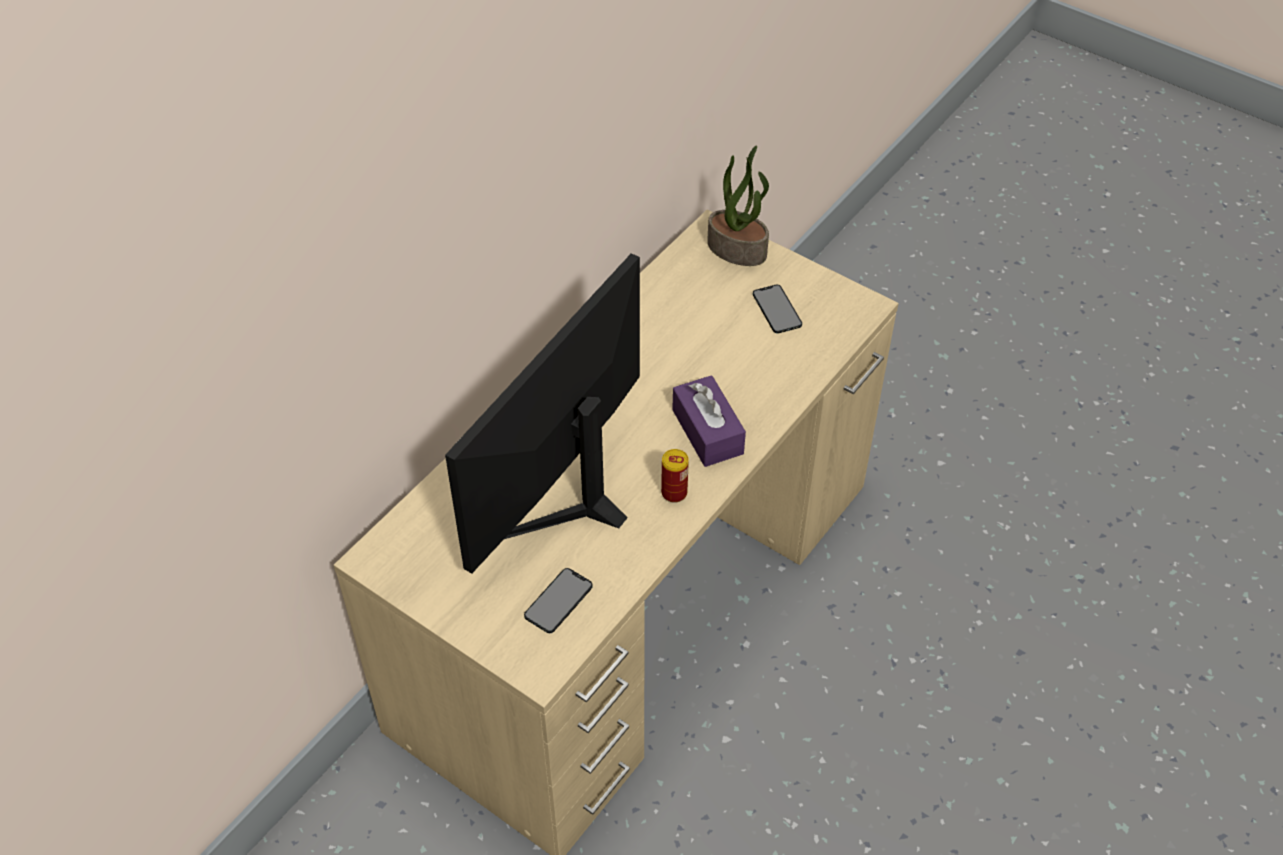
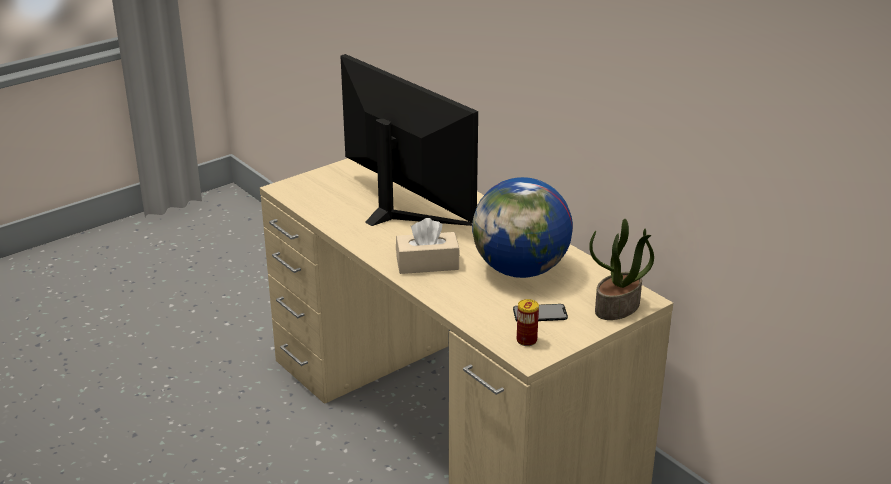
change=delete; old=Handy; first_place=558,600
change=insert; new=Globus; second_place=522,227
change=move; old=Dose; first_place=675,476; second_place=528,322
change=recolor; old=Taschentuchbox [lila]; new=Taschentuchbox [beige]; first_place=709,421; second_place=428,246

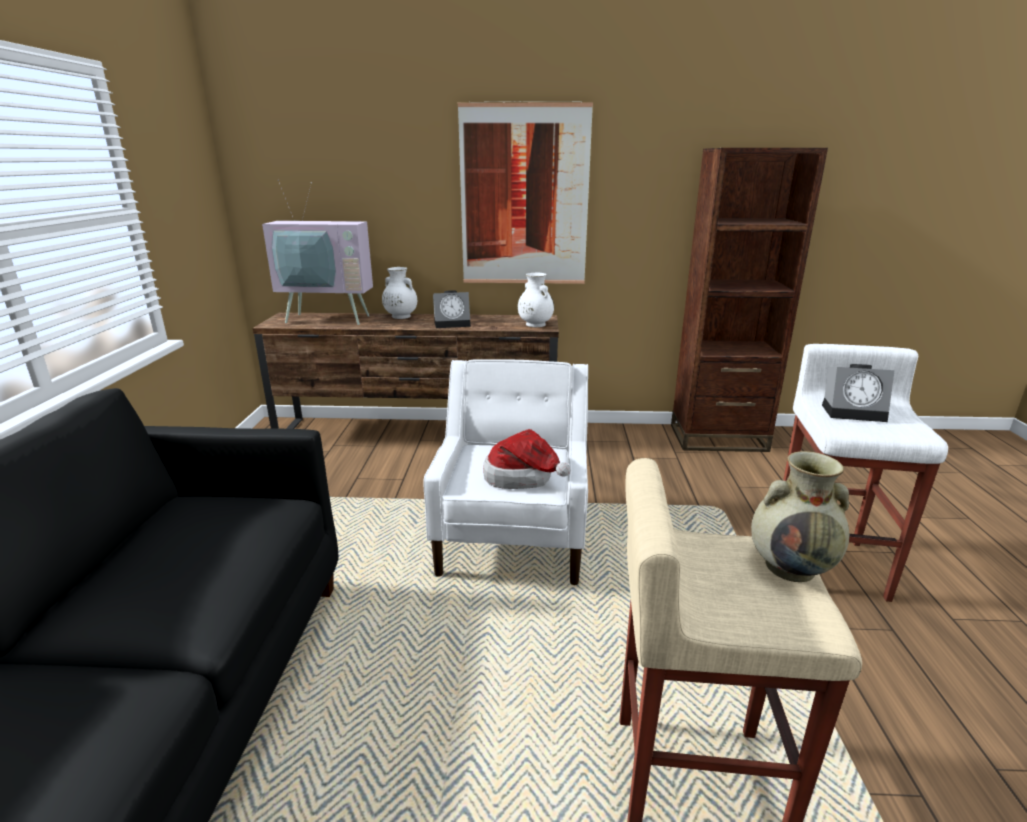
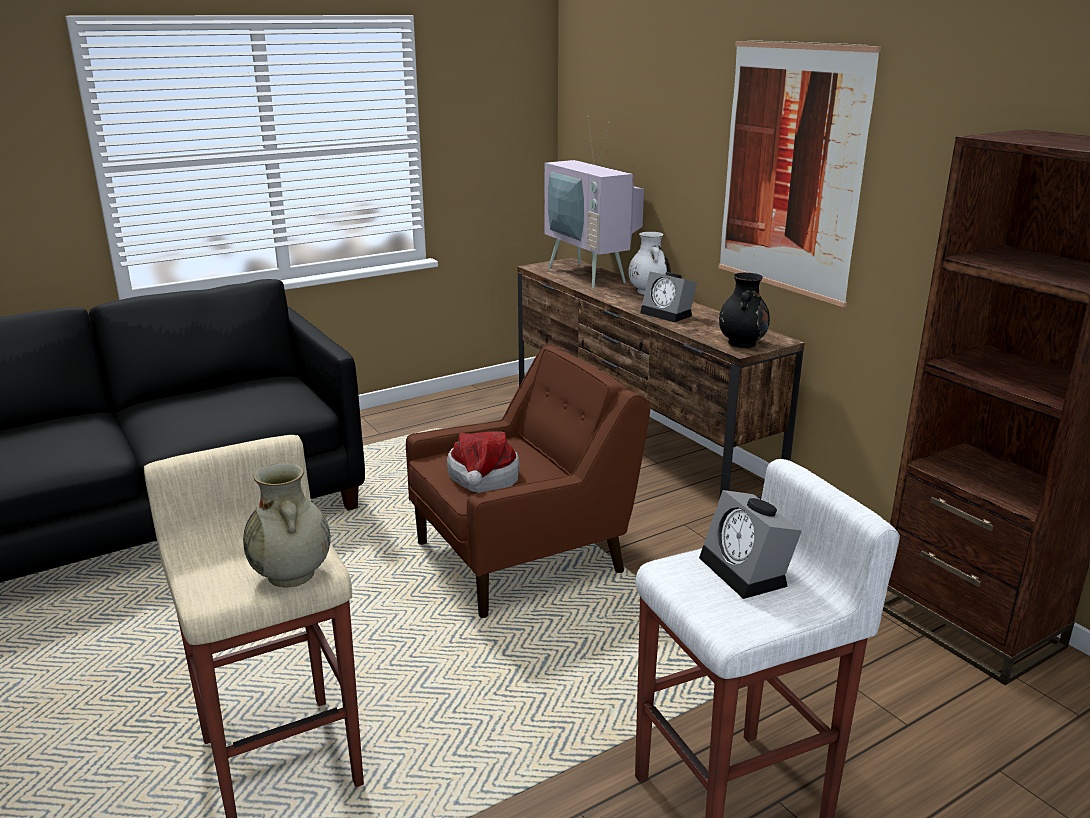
change=recolor; old=Sessel [weiß]; new=Sessel [braun]; first_place=505,472; second_place=528,481
change=recolor; old=Vase [weiß]; new=Vase [schwarz]; first_place=536,300; second_place=744,310

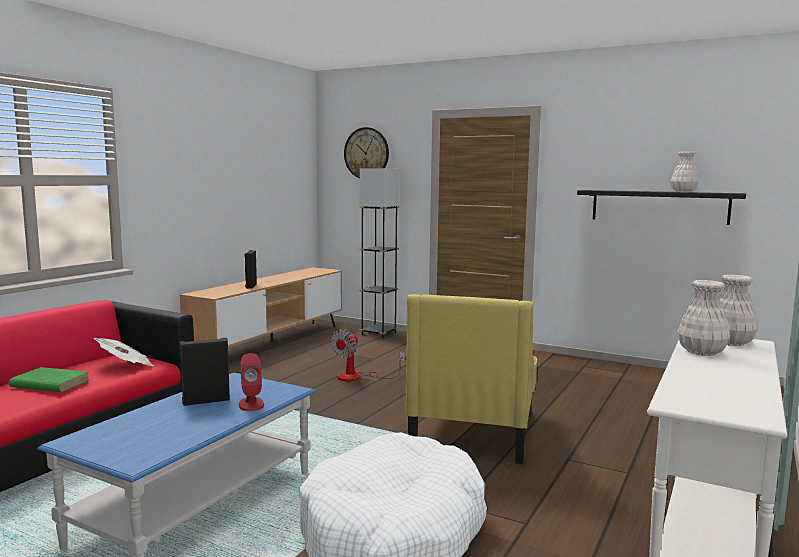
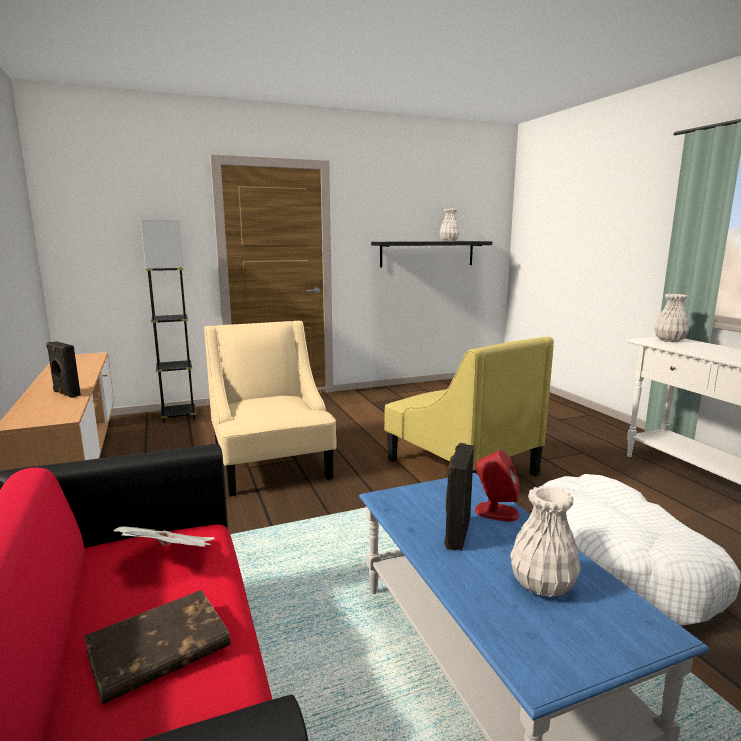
change=delete; old=Wanduhr; first_place=366,152
change=move; old=Vase [weiß]; first_place=703,318; second_place=545,541
change=replace; old=Ventilator; new=Sessel [beige]; first_place=368,355; second_place=270,408
change=recolor; old=Buch [grün]; new=Buch [braun]; first_place=49,379; second_place=157,647

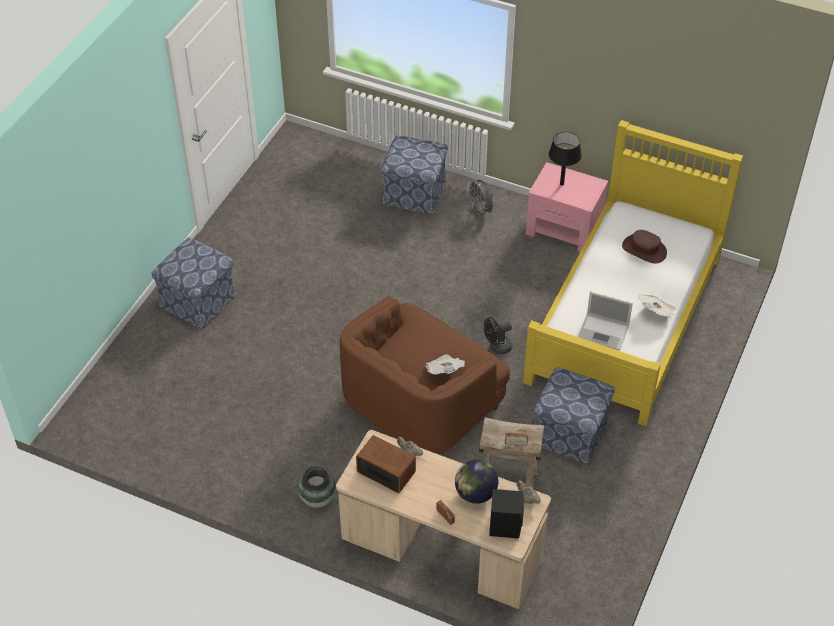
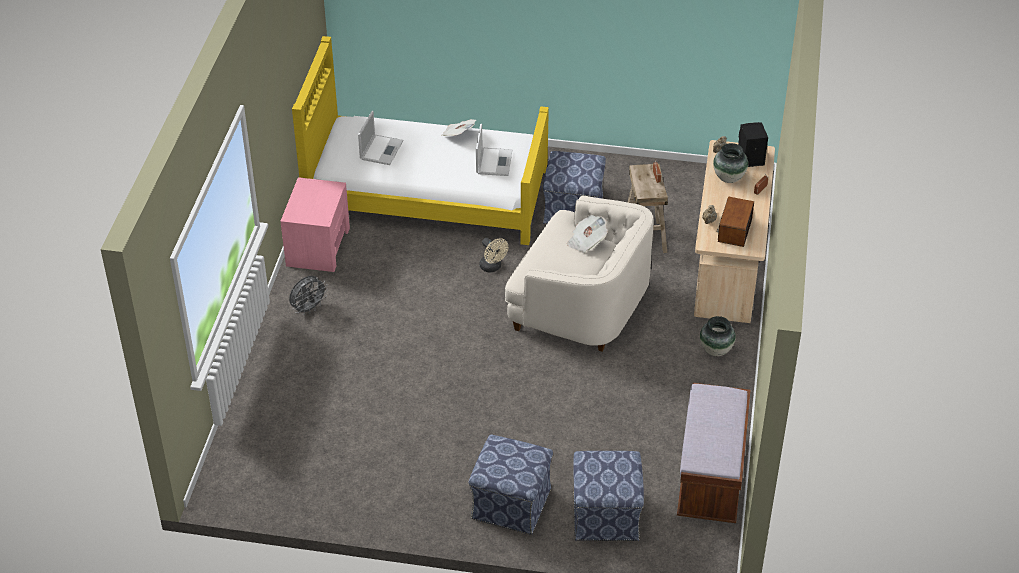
change=delete; old=Tischlampe [schwarz]; first_place=565,159
change=insert; new=Bank [braun]; second_place=713,453
change=move; old=Polsterhocker; first_place=414,175; second_place=608,496
change=replace; old=Globus; new=Vase; first_place=476,482; second_place=730,163
change=replace; old=Hut [braun]; new=Laptop; first_place=644,247; second_place=380,138
change=recolor; old=Sessel [braun]; new=Sessel [weiß]; first_place=425,374; second_place=579,273
change=recolor; old=Ventilator [schwarz]; new=Ventilator [beige]; first_place=498,336; second_place=493,255

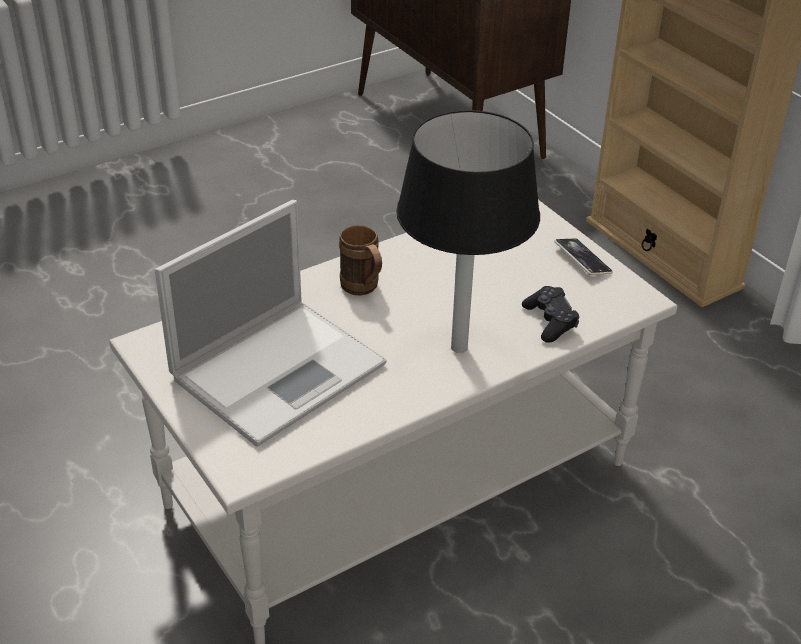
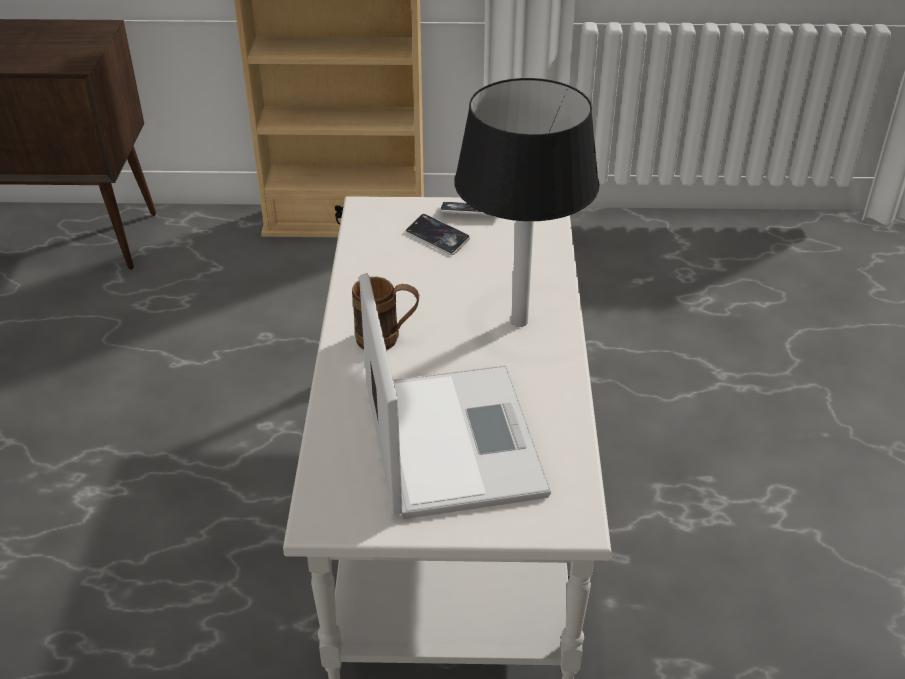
change=delete; old=Gamepad [schwarz]; first_place=551,314
change=insert; new=Handy; second_place=437,234

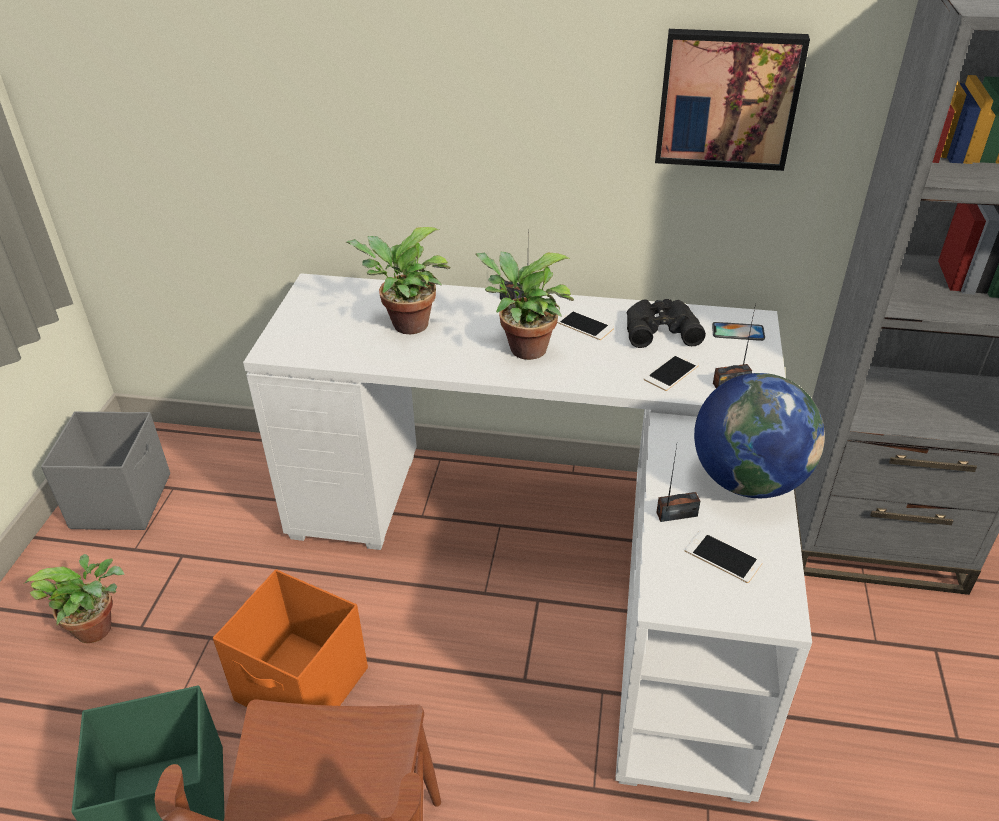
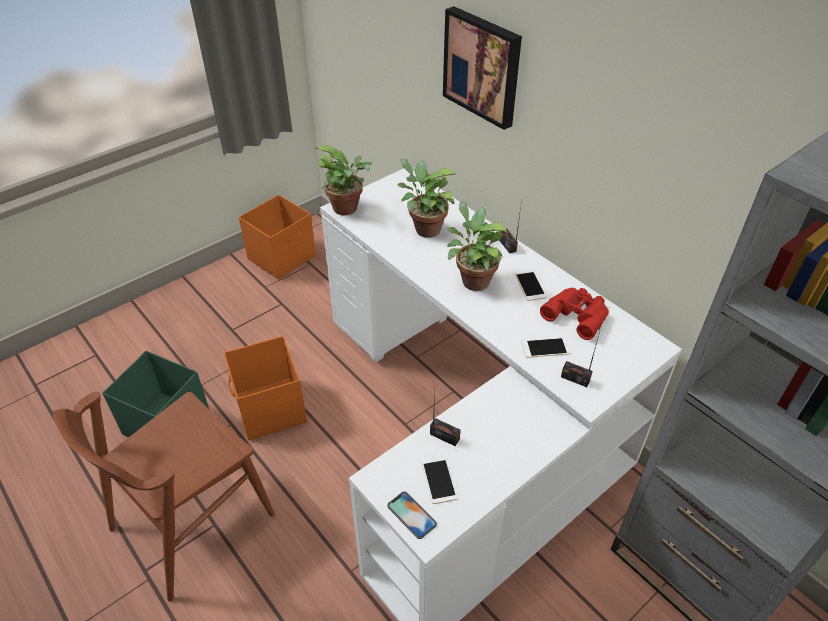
change=delete; old=Globus; first_place=759,435
change=move; old=Topfpflanze; first_place=75,598; second_place=344,180
change=move; old=Bild; first_place=732,100; second_place=482,68
change=move; old=Handy; first_place=738,331; second_place=412,515
change=recolor; old=Aufbewahrungsbox [grau]; new=Aufbewahrungsbox [orange]; first_place=105,470; second_place=277,237
change=recolor; old=Fernglas [schwarz]; new=Fernglas [rot]; first_place=666,323; second_place=574,314

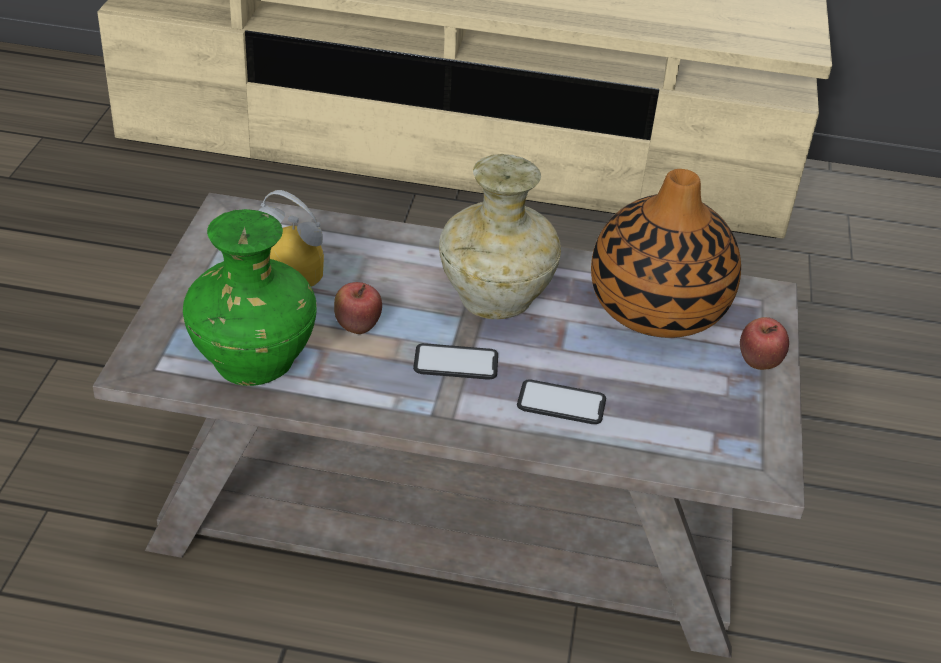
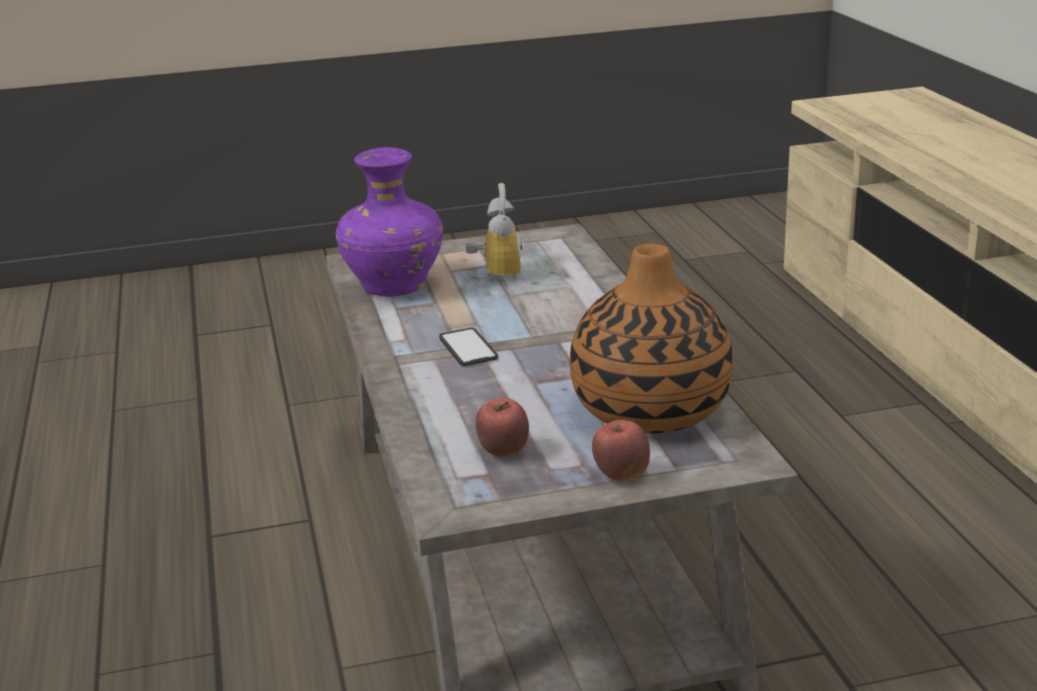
change=delete; old=Vase [beige]; first_place=500,236
change=delete; old=Handy; first_place=561,401
change=move; old=Apfel; first_place=358,308; second_place=502,427
change=recolor; old=Vase [grün]; new=Vase [lila]; first_place=250,297; second_place=389,222

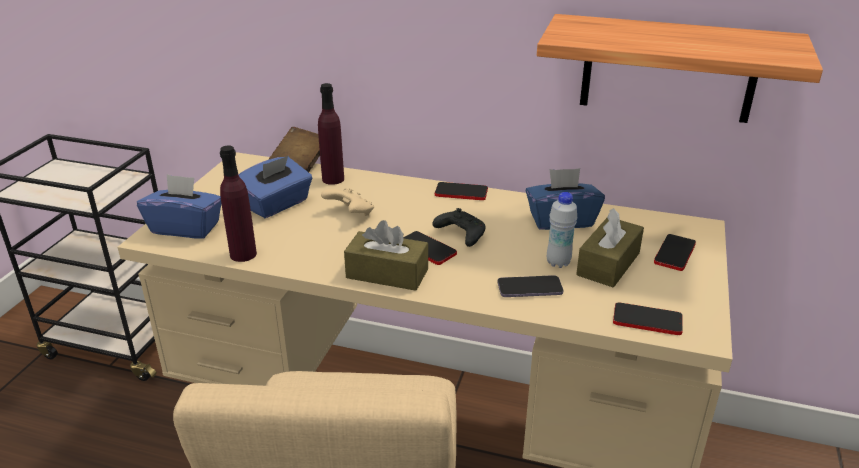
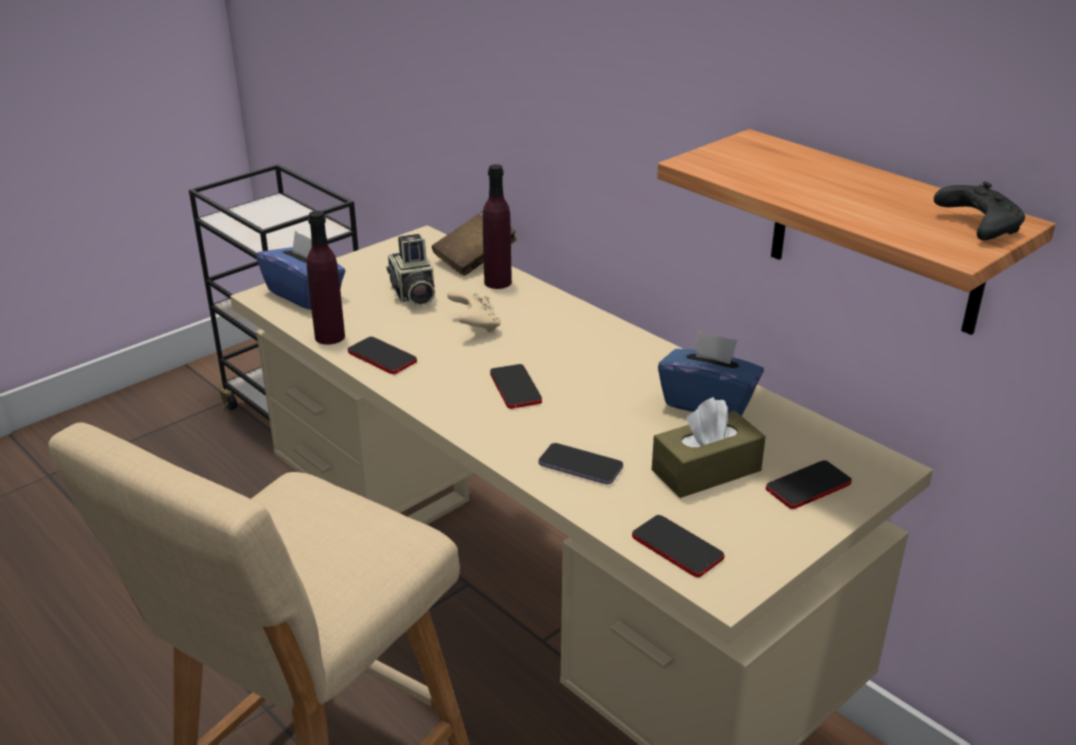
change=delete; old=Taschentuchbox [braun]; first_place=386,255
change=delete; old=Flasche [weiß]; first_place=562,230
change=move; old=Gamepad [schwarz]; first_place=459,227; second_place=979,210
change=move; old=Handy; first_place=461,191; second_place=382,355
change=replace; old=Taschentuchbox [blau]; new=Kamera; first_place=275,187; second_place=411,270

